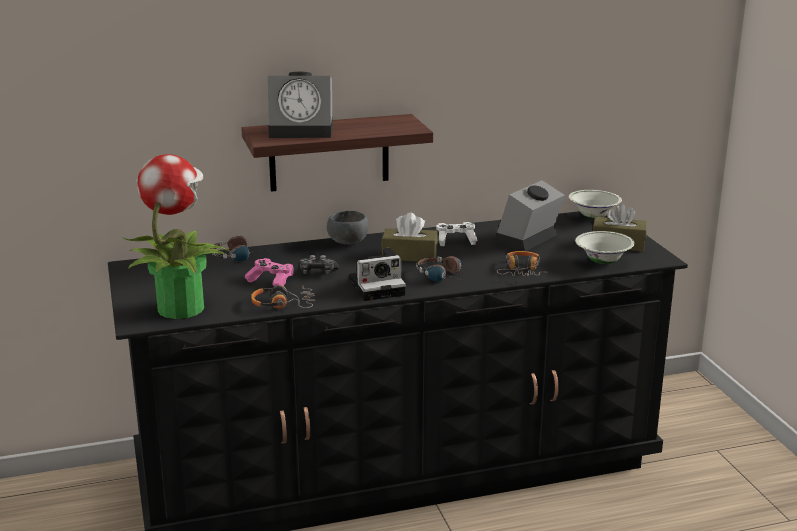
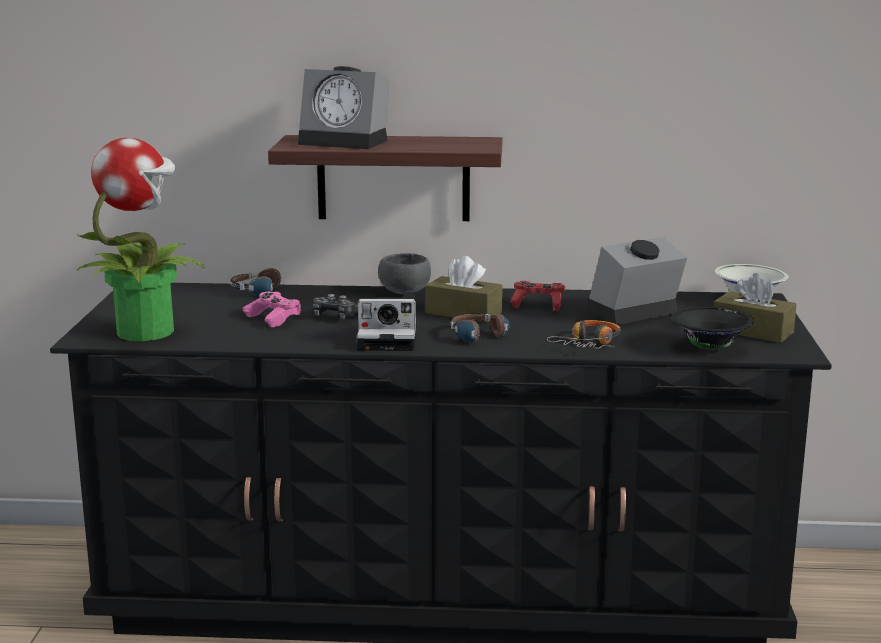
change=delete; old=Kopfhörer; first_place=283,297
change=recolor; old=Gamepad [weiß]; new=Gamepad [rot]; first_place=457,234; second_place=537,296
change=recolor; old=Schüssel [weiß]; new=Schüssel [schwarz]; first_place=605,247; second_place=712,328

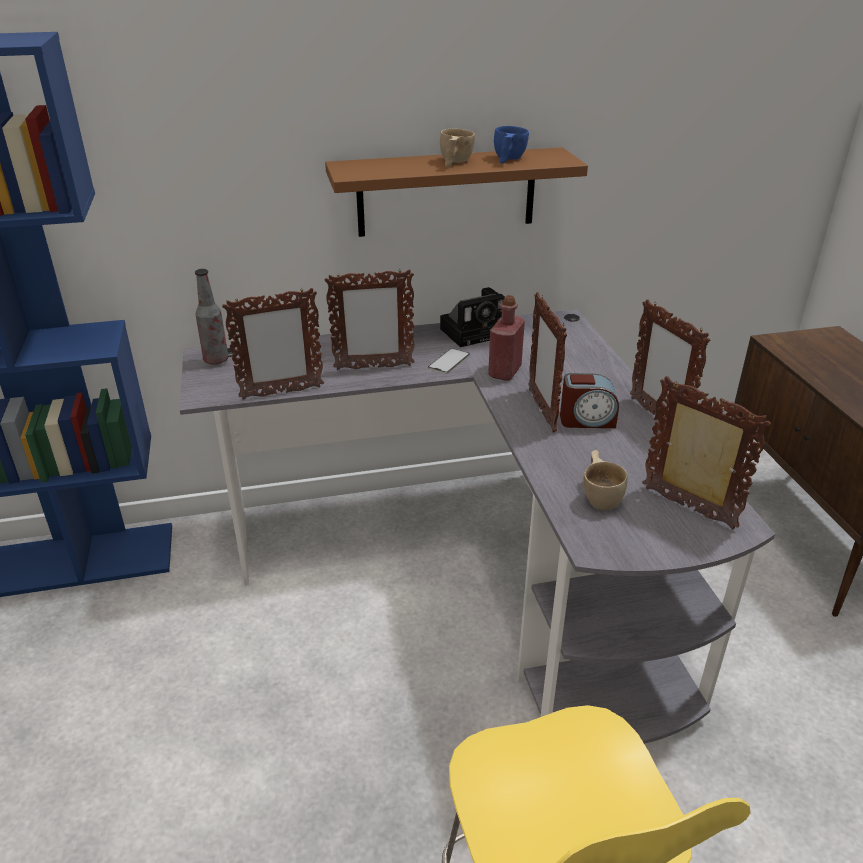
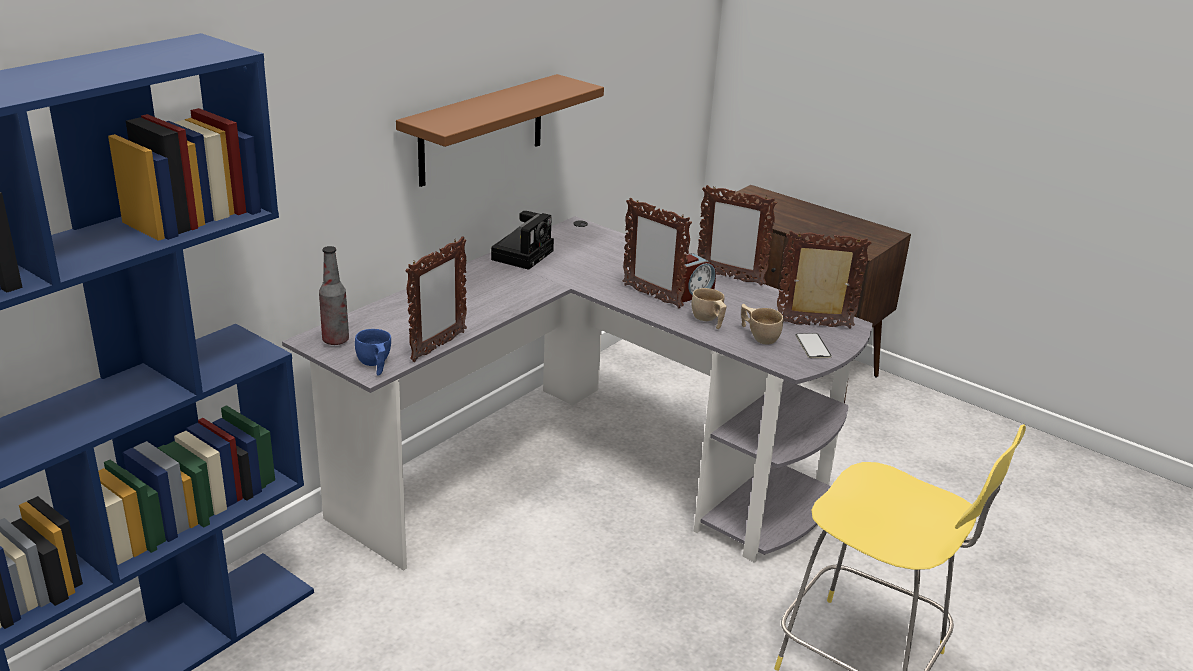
change=delete; old=Bilderrahmen; first_place=369,319
change=delete; old=Flasche [rot]; first_place=506,338
change=move; old=Handy; first_place=449,361; second_place=813,345
change=move; old=Tasse [beige]; first_place=457,147; second_place=708,308
change=move; old=Tasse [blau]; first_place=511,145; second_place=373,352

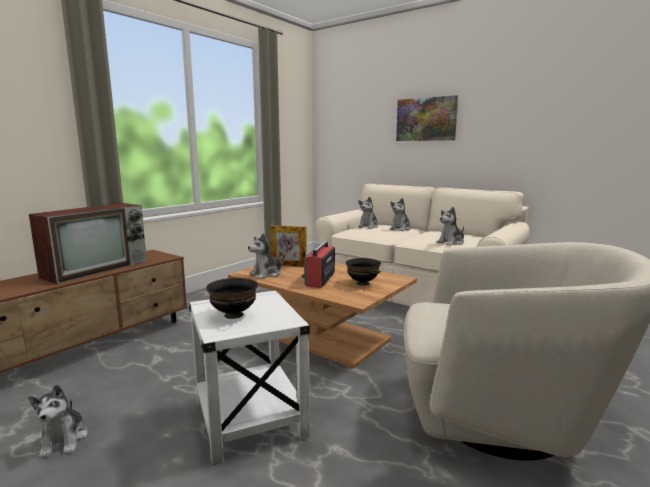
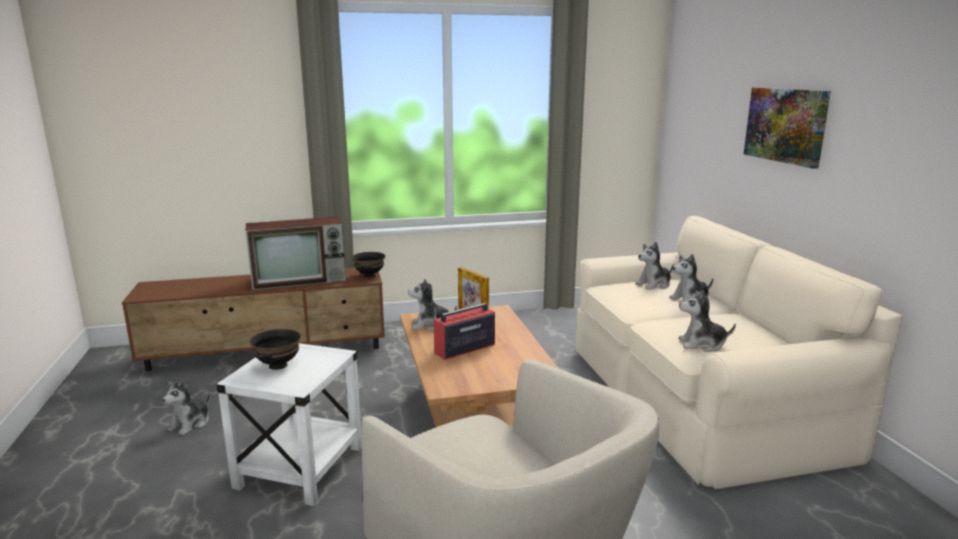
change=move; old=Schüssel [schwarz]; first_place=363,272; second_place=368,265

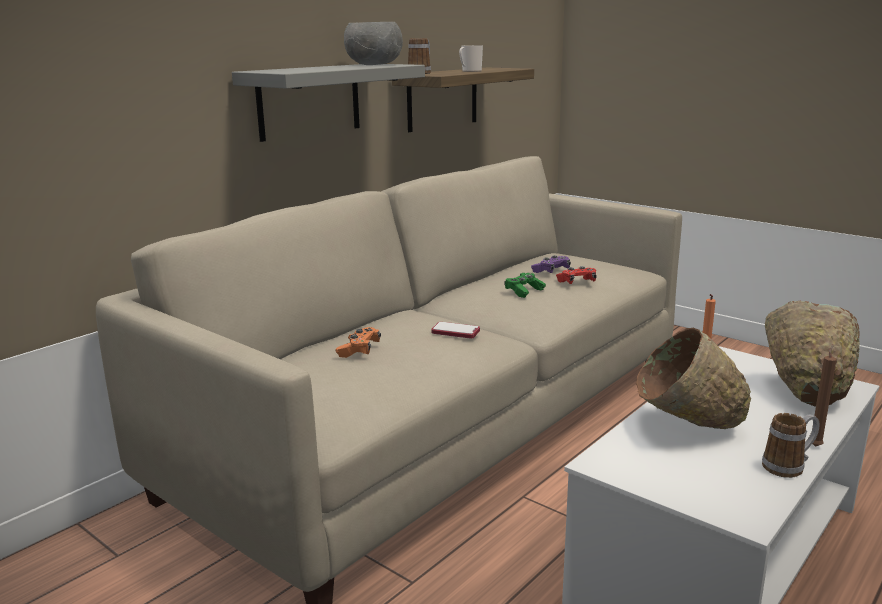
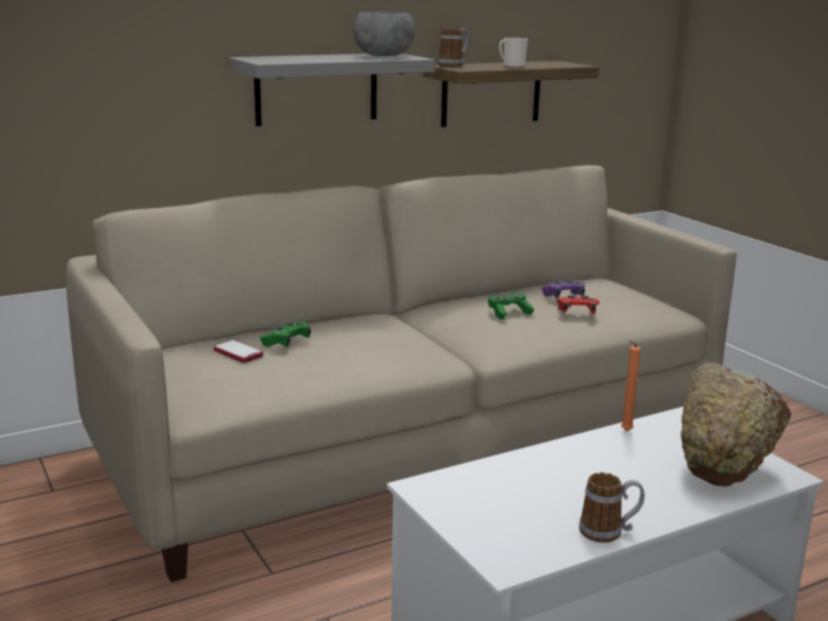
change=delete; old=Schüssel [braun]; first_place=693,378
change=delete; old=Kerze [braun]; first_place=824,395
change=move; old=Handy; first_place=455,330; second_place=238,351
change=recolor; old=Gamepad [orange]; new=Gamepad [grün]; first_place=358,342; second_place=285,334

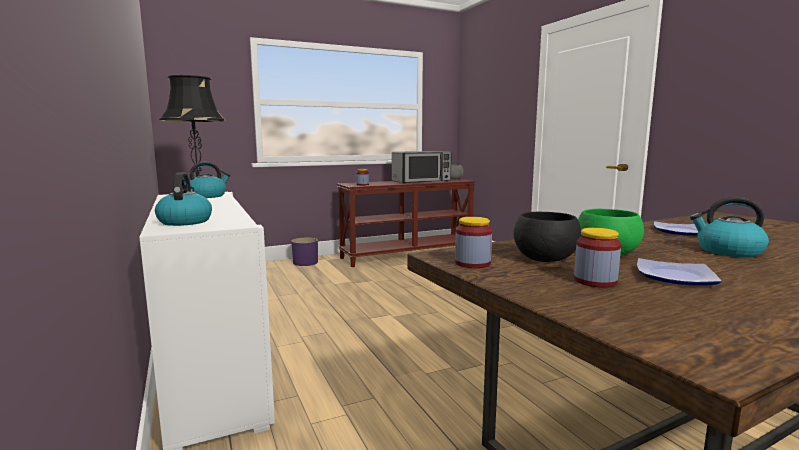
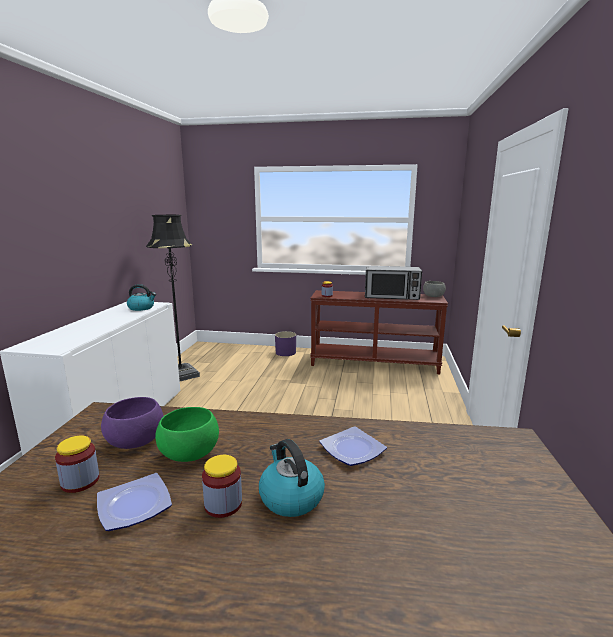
change=delete; old=Wasserkessel; first_place=183,199
change=move; old=Vorratsglas; first_place=473,242; second_place=222,486
change=recolor; old=Schüssel [schwarz]; new=Schüssel [lila]; first_place=547,237; second_place=132,423

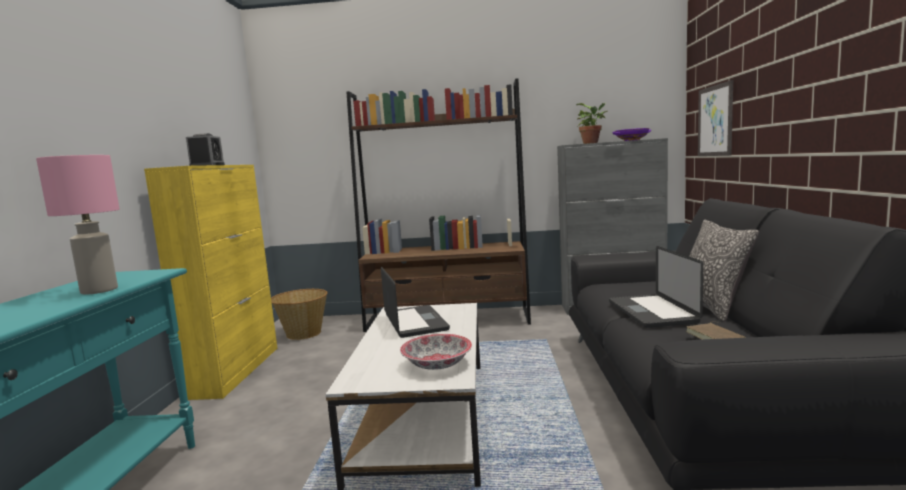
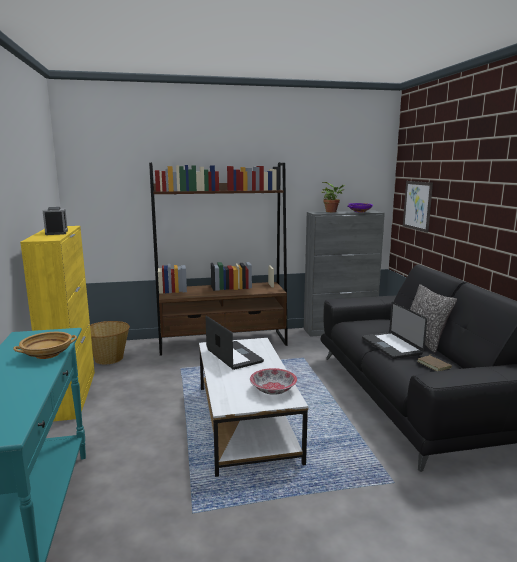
change=replace; old=Tischlampe [rosa]; new=Schüssel [beige]; first_place=78,225; second_place=45,345

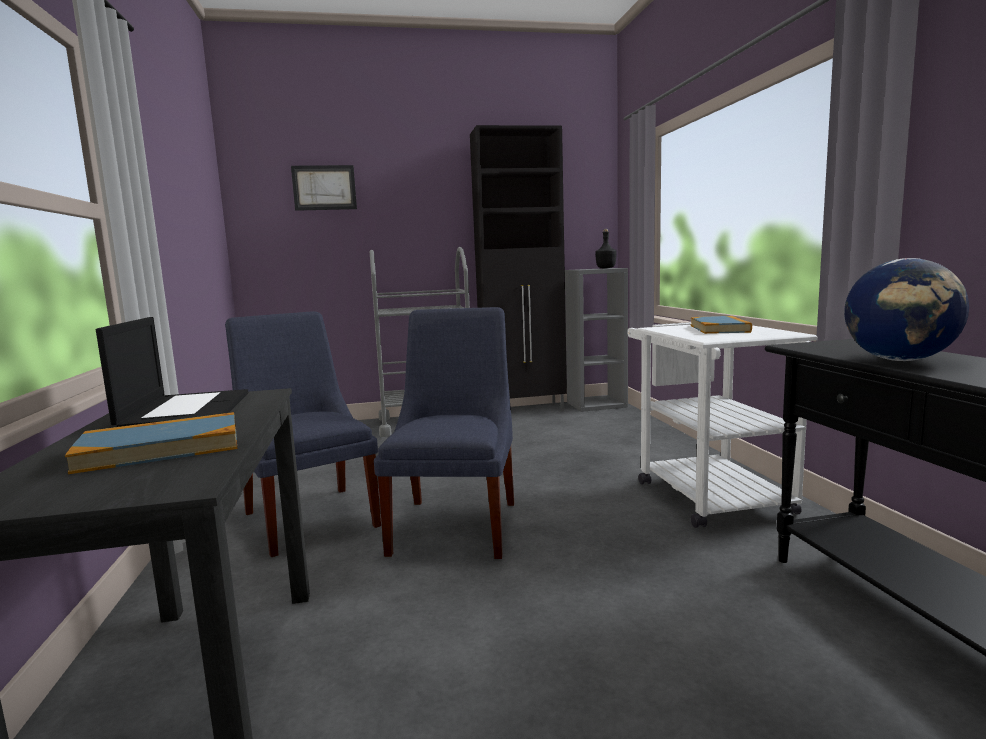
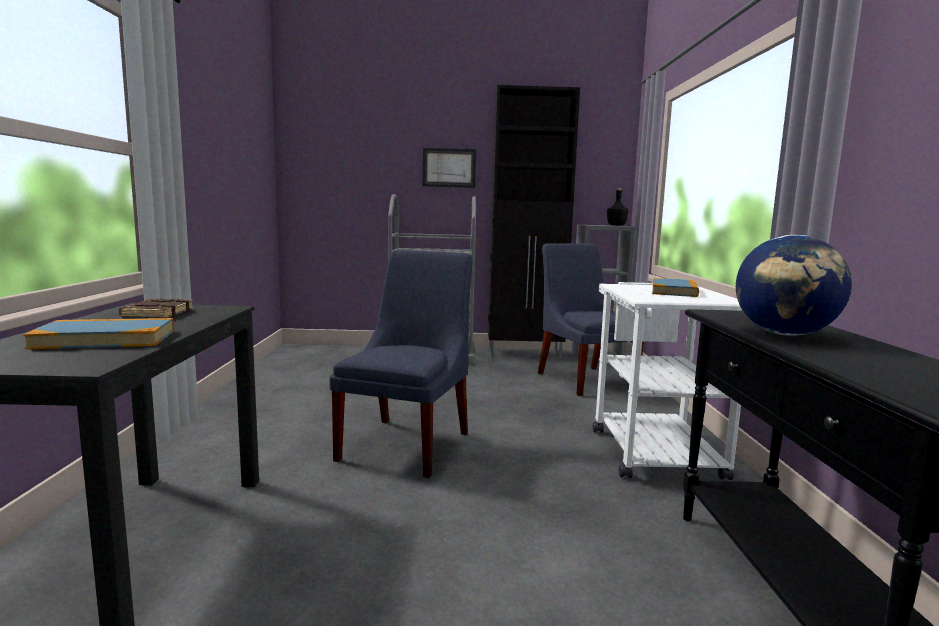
change=move; old=Stuhl [blau]; first_place=303,434; second_place=591,319
change=move; old=Bild; first_place=324,188; second_place=449,168
change=replace; old=Laptop; new=Buch [braun]; first_place=172,372; second_place=156,308

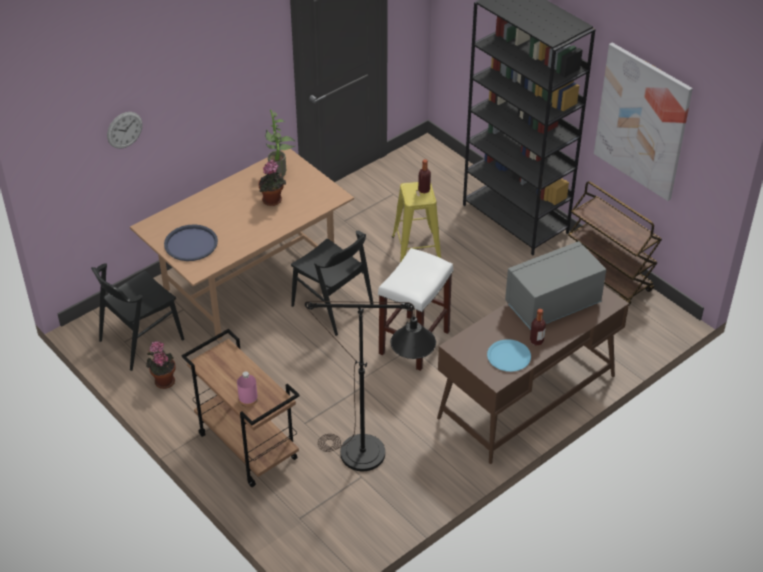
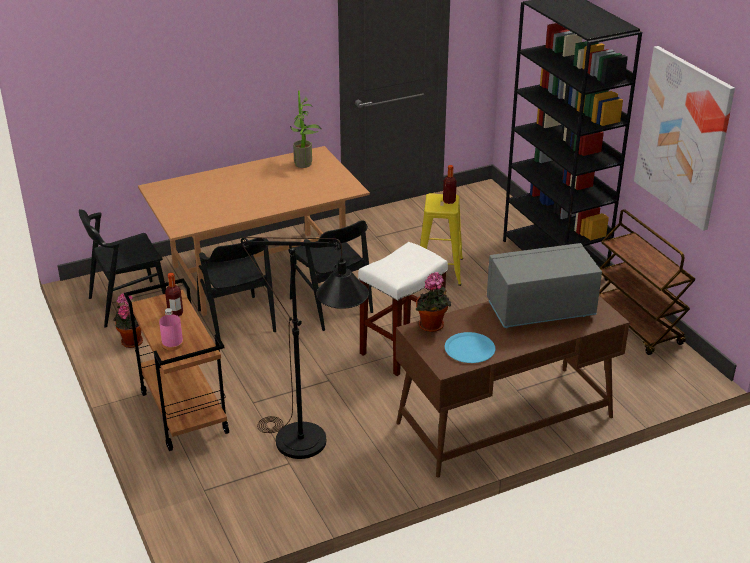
change=delete; old=Wanduhr; first_place=125,130
change=delete; old=Tablett [blau]; first_place=191,243
change=insert; new=Stuhl [schwarz]; second_place=235,289
change=move; old=Topfpflanze; first_place=272,183; second_place=433,302
change=move; old=Flasche; first_place=538,327; second_place=174,294

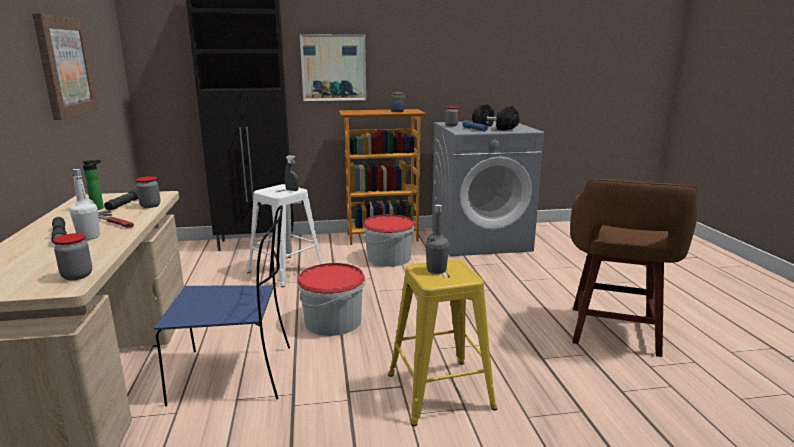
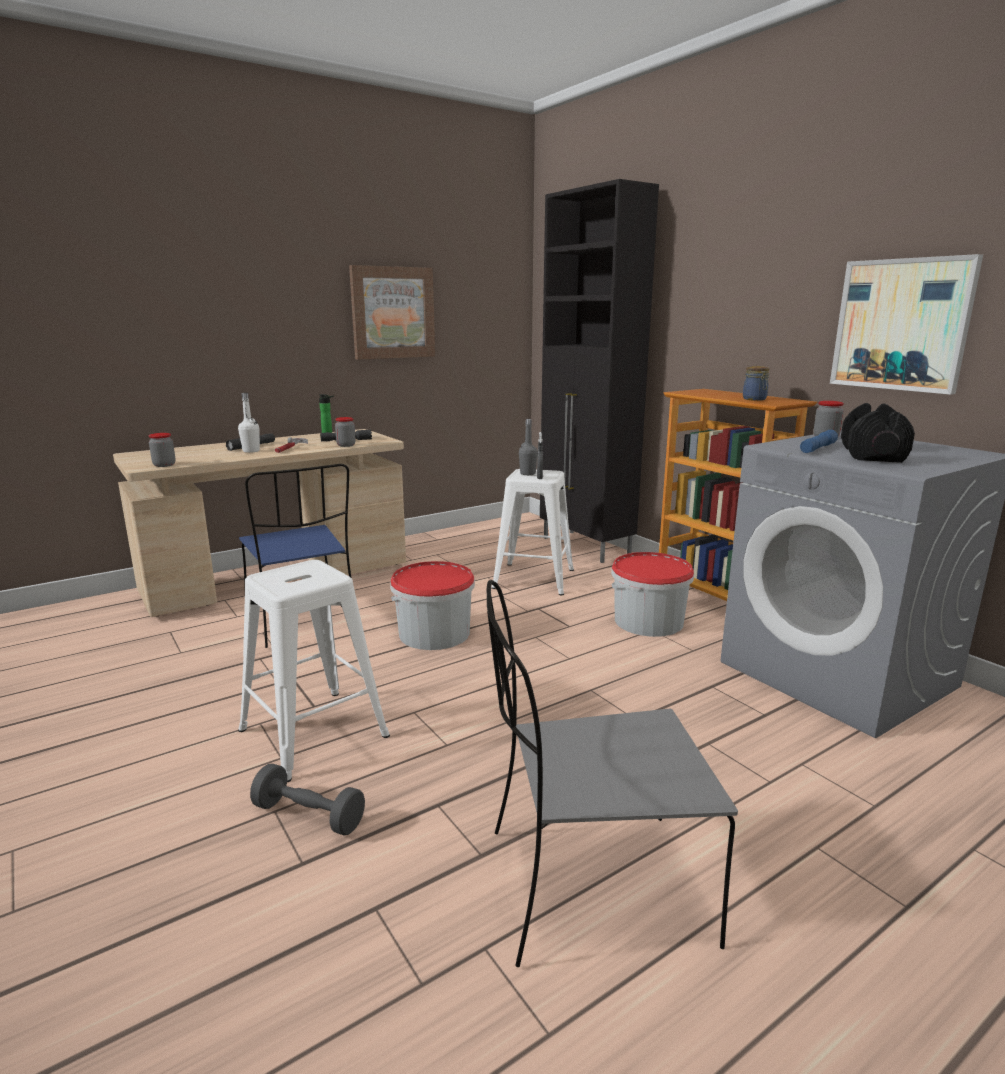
change=insert; new=Hantel [grau]; second_place=307,799
change=move; old=Bild; first_place=333,67; second_place=906,324
change=move; old=Flasche [grau]; first_place=437,239; second_place=528,447
change=replace; old=Hocker [braun]; new=Stuhl [grau]; first_place=634,268; second_place=612,773
change=recolor; old=Hocker [gelb]; new=Hocker [weiß]; first_place=442,342; second_place=314,671

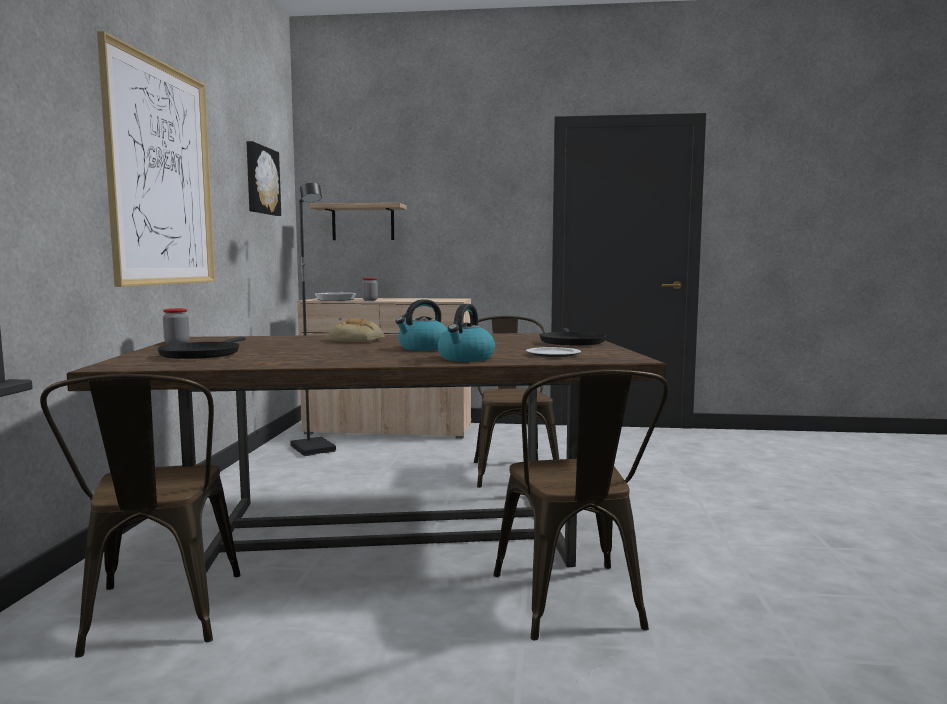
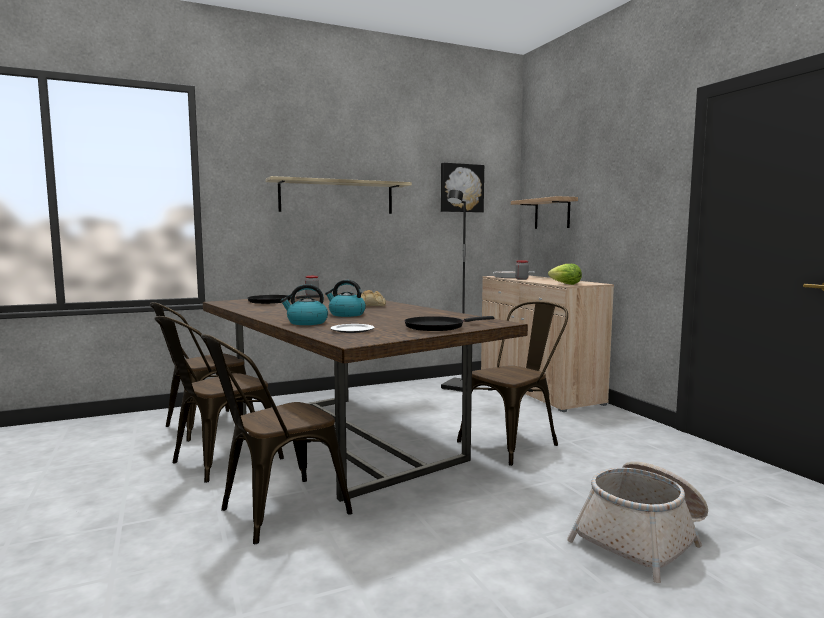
change=insert; new=Stuhl [braun]; second_place=219,399
change=insert; new=Salatkopf; second_place=565,274
change=insert; new=Korb; second_place=637,522
change=replace; old=Bild; new=Wandregal; first_place=156,159; second_place=338,195

